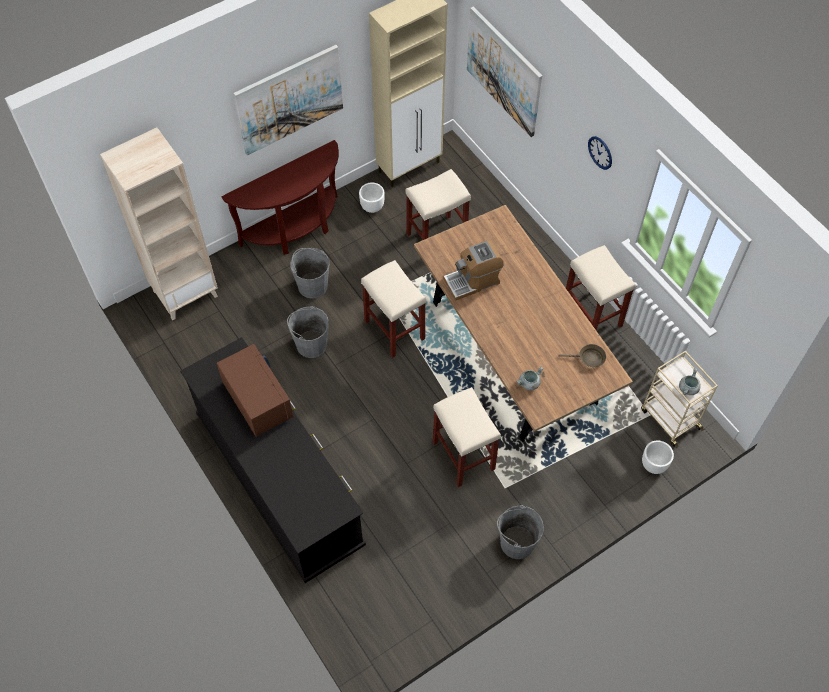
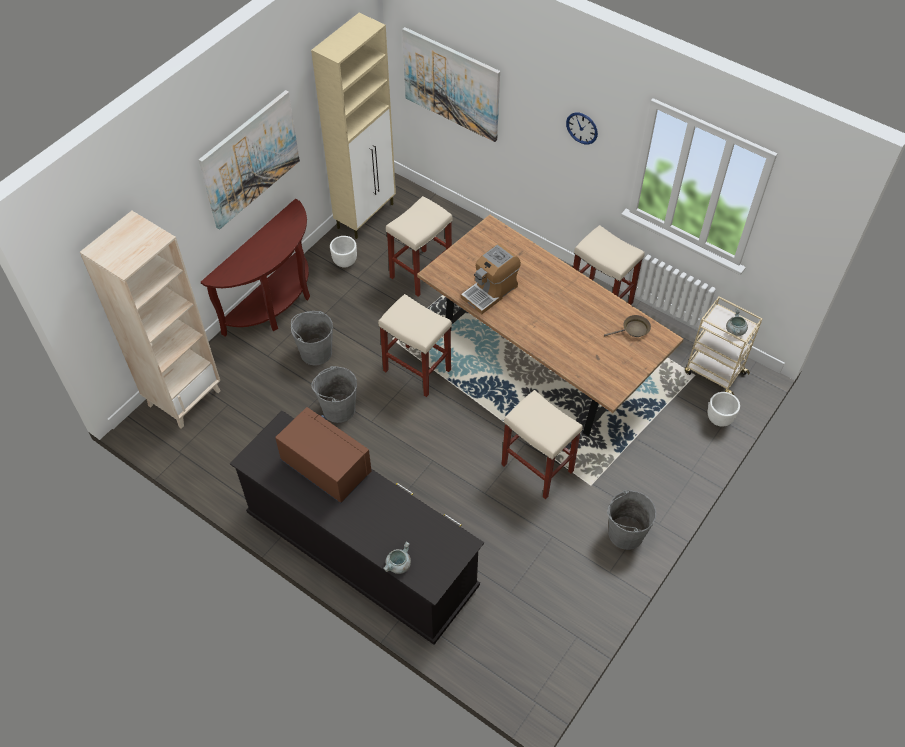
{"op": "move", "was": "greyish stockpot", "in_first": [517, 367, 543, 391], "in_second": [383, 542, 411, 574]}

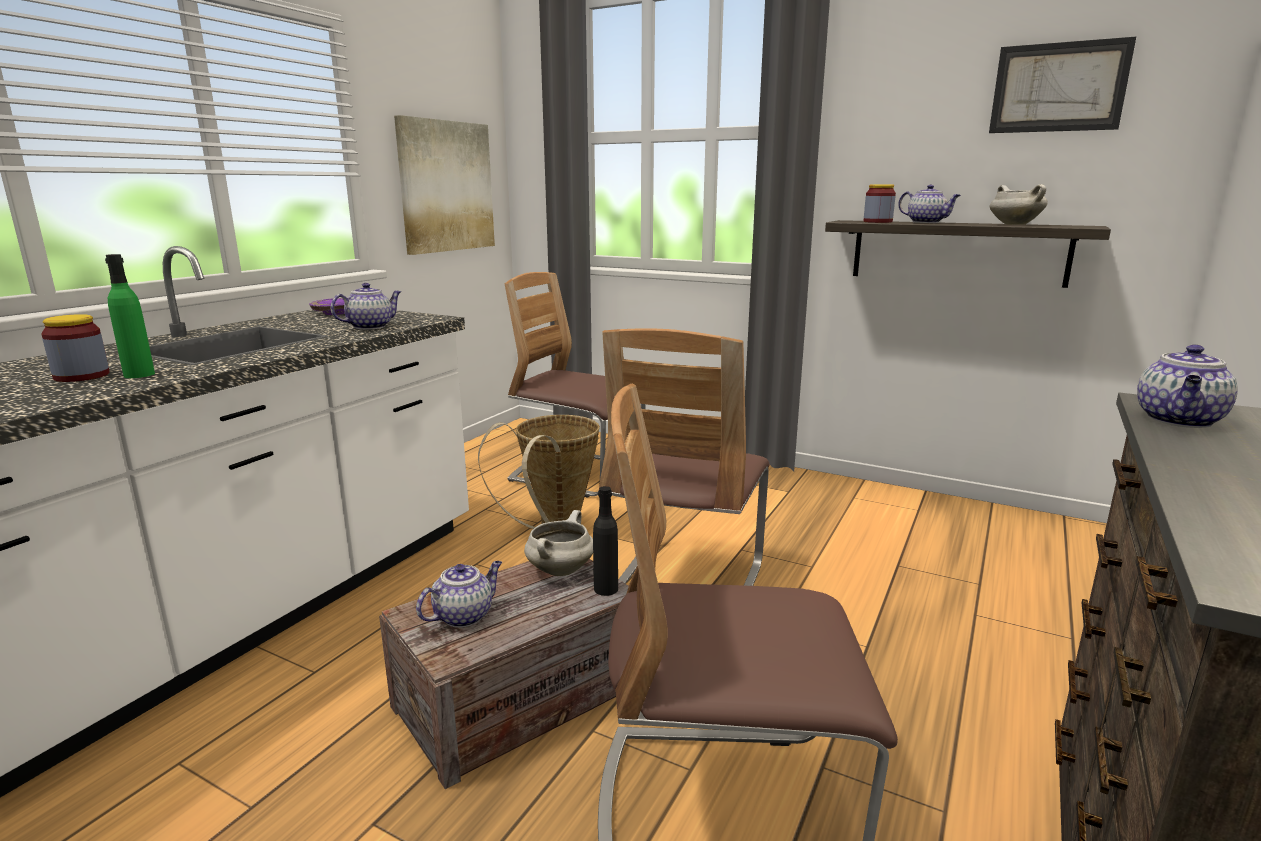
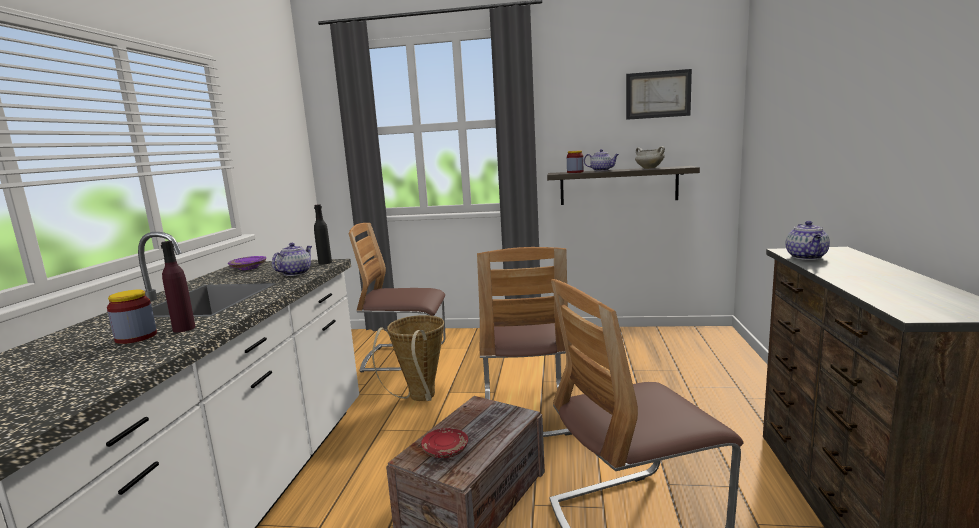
{"op": "delete", "was": "wall picture", "in_first": [394, 115, 495, 255]}
{"op": "delete", "was": "white stockpot", "in_first": [524, 510, 593, 576]}
{"op": "move", "was": "black-coloured bottle", "in_first": [593, 486, 618, 596], "in_second": [314, 204, 332, 265]}
{"op": "replace", "was": "tea pot", "now": "reddish dinner plate", "in_first": [416, 561, 502, 628], "in_second": [421, 428, 468, 458]}
{"op": "recolor", "was": "greenish bottle", "now": "purplish bottle", "in_first": [105, 254, 155, 378], "in_second": [161, 241, 195, 332]}

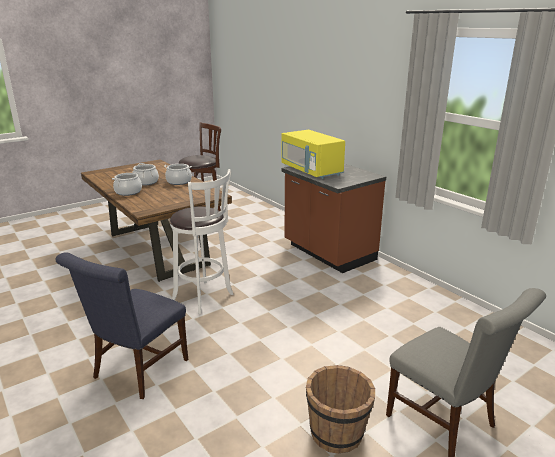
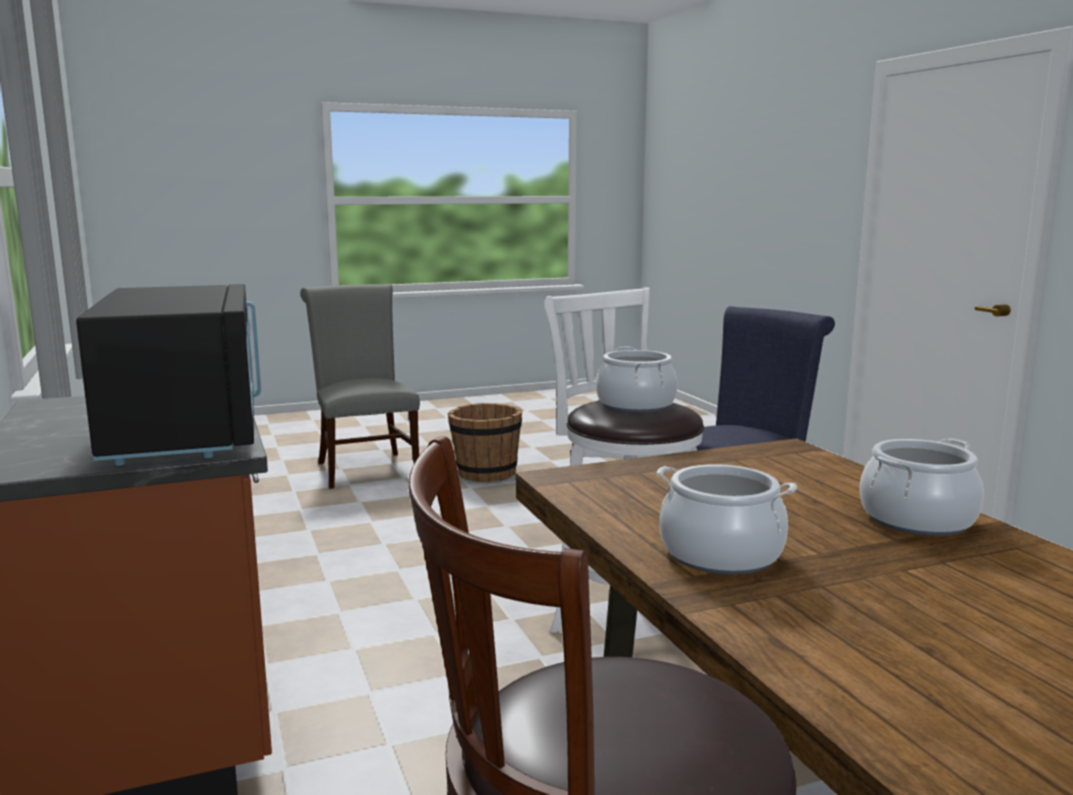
{"op": "move", "was": "stockpot", "in_first": [132, 163, 159, 186], "in_second": [596, 347, 678, 413]}
{"op": "recolor", "was": "yellowish microwave oven", "now": "black-coloured microwave oven", "in_first": [281, 129, 345, 179], "in_second": [76, 284, 261, 466]}

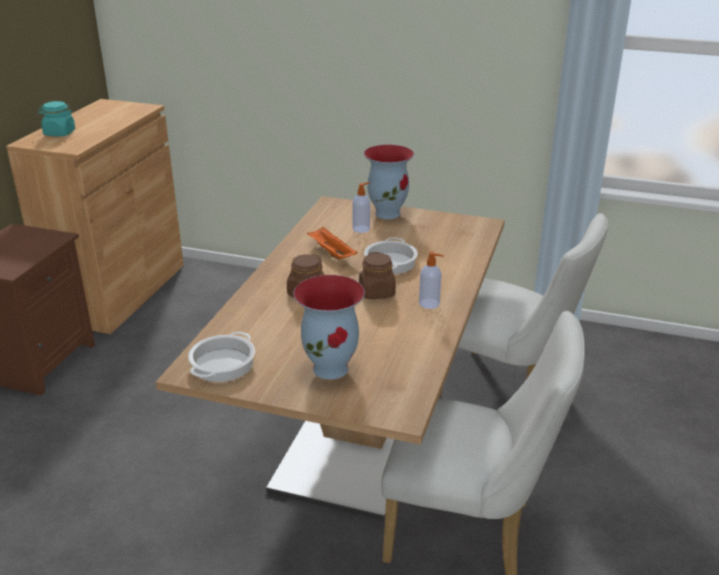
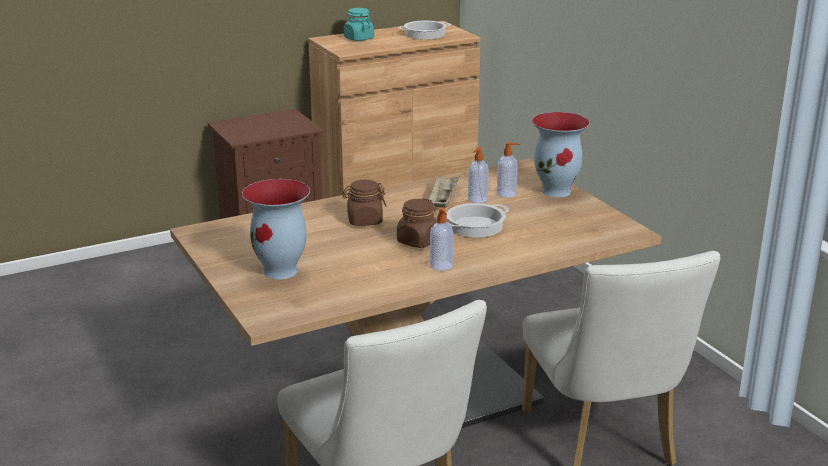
{"op": "insert", "now": "soap dispenser", "in_second": [468, 147, 489, 203]}
{"op": "move", "was": "stockpot", "in_first": [188, 332, 255, 382], "in_second": [398, 21, 451, 40]}
{"op": "recolor", "was": "orange serving tray", "now": "sand-coloured serving tray", "in_first": [307, 227, 357, 259], "in_second": [429, 175, 460, 207]}

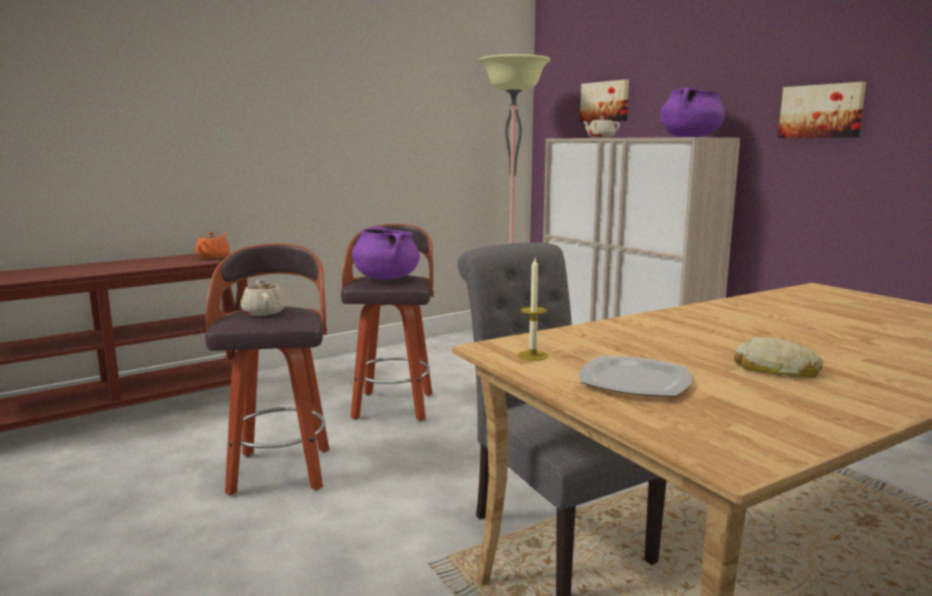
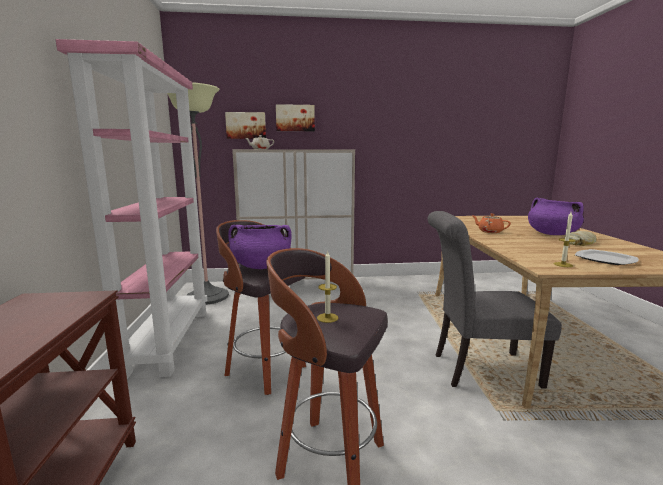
{"op": "insert", "now": "pink bookcase", "in_second": [56, 39, 207, 379]}
{"op": "move", "was": "orange tea pot", "in_first": [195, 232, 230, 258], "in_second": [473, 214, 511, 233]}
{"op": "move", "was": "purplish stockpot", "in_first": [660, 88, 725, 137], "in_second": [528, 198, 584, 235]}
{"op": "move", "was": "wall picture", "in_first": [778, 82, 866, 138], "in_second": [276, 104, 315, 131]}
{"op": "replace", "was": "sand-coloured tea pot", "now": "candle", "in_first": [241, 279, 286, 316], "in_second": [317, 250, 338, 323]}

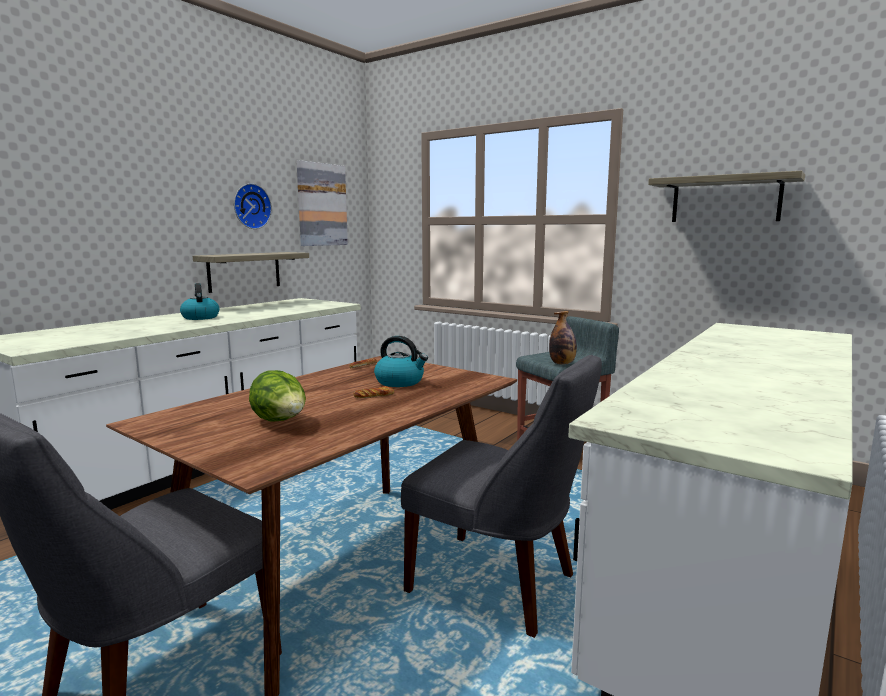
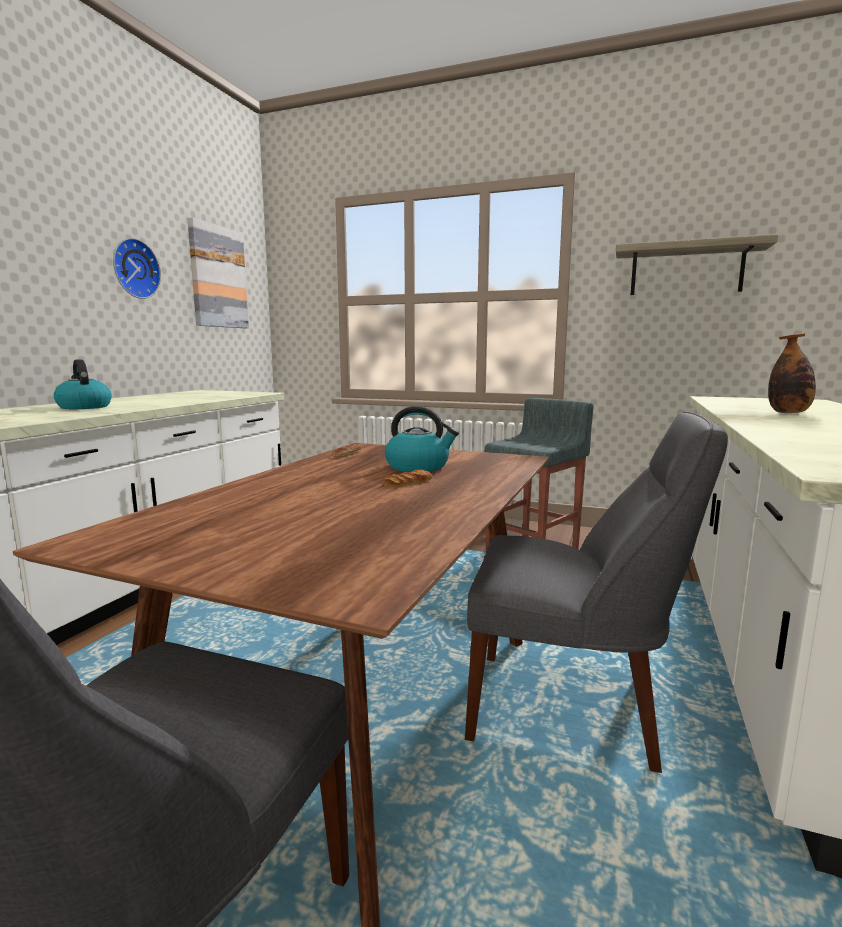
{"op": "delete", "was": "bracket shelf", "in_first": [193, 252, 309, 293]}
{"op": "delete", "was": "lettuce", "in_first": [249, 370, 306, 422]}
{"op": "move", "was": "bottle", "in_first": [549, 311, 577, 365], "in_second": [768, 333, 816, 413]}

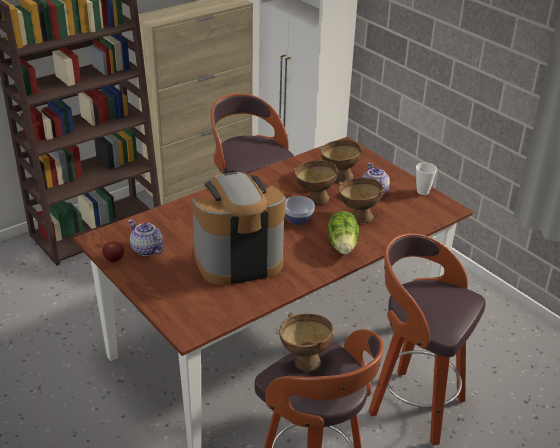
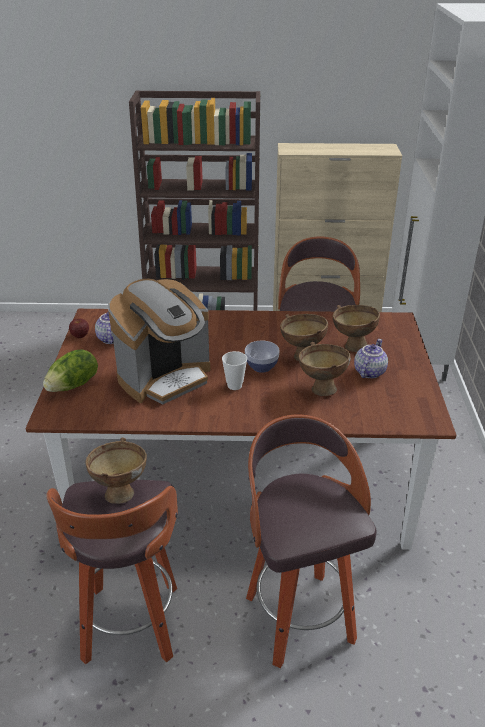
{"op": "move", "was": "lettuce", "in_first": [328, 211, 359, 255], "in_second": [43, 349, 98, 392]}
{"op": "move", "was": "cup", "in_first": [416, 163, 437, 195], "in_second": [222, 351, 247, 390]}
{"op": "rotate", "was": "coffee machine", "in_first": [192, 170, 286, 286], "in_second": [108, 279, 211, 404], "clockwise": 120}

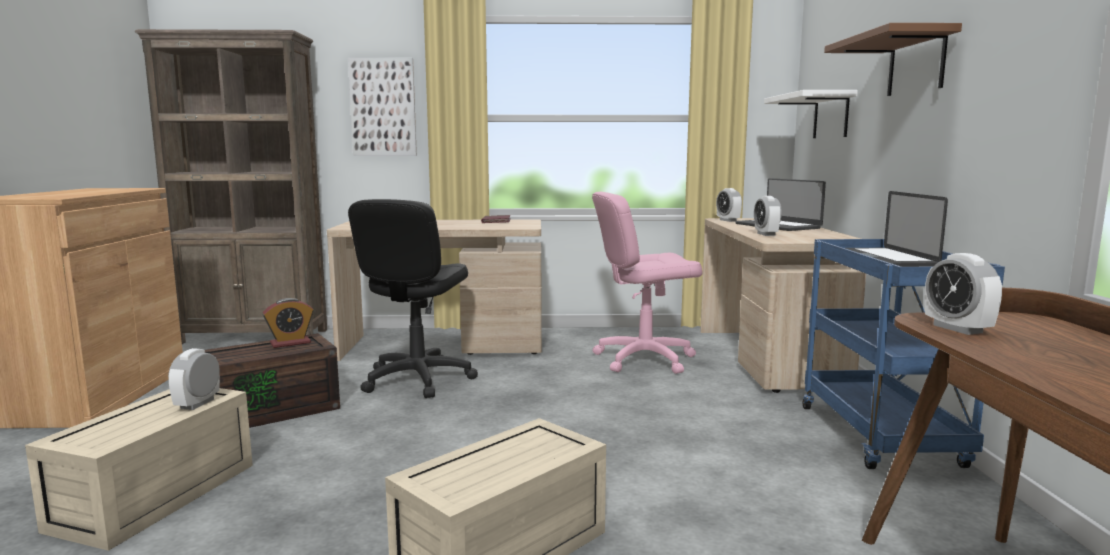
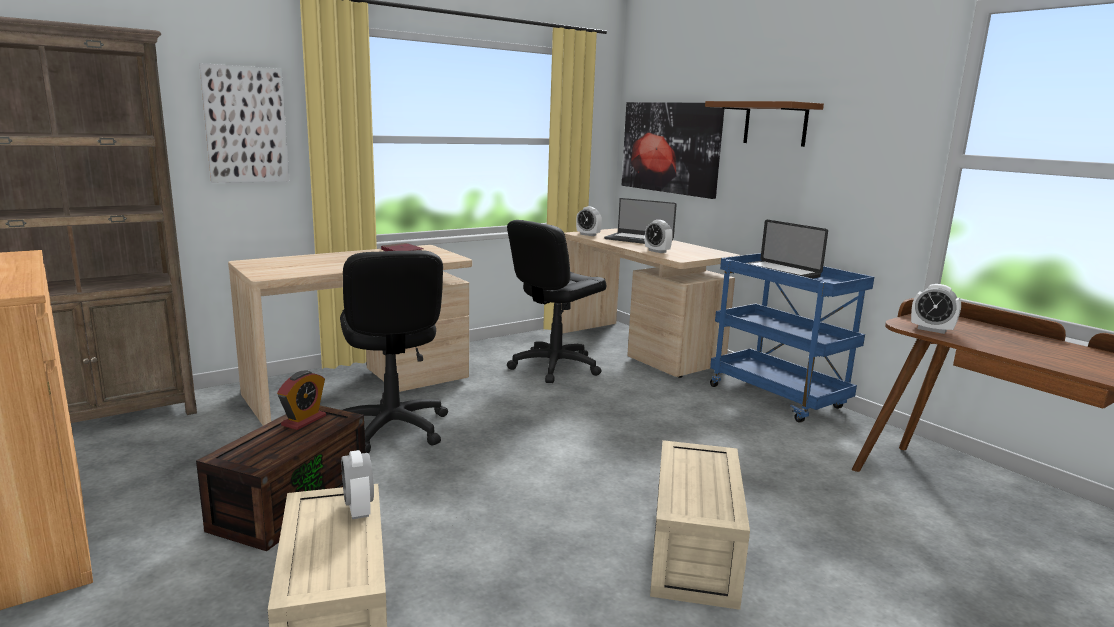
{"op": "replace", "was": "white bracket shelf", "now": "wall picture", "in_first": [764, 90, 858, 138], "in_second": [622, 102, 724, 199]}
{"op": "recolor", "was": "pink computer chair", "now": "black-coloured computer chair", "in_first": [592, 192, 703, 374], "in_second": [507, 220, 606, 383]}

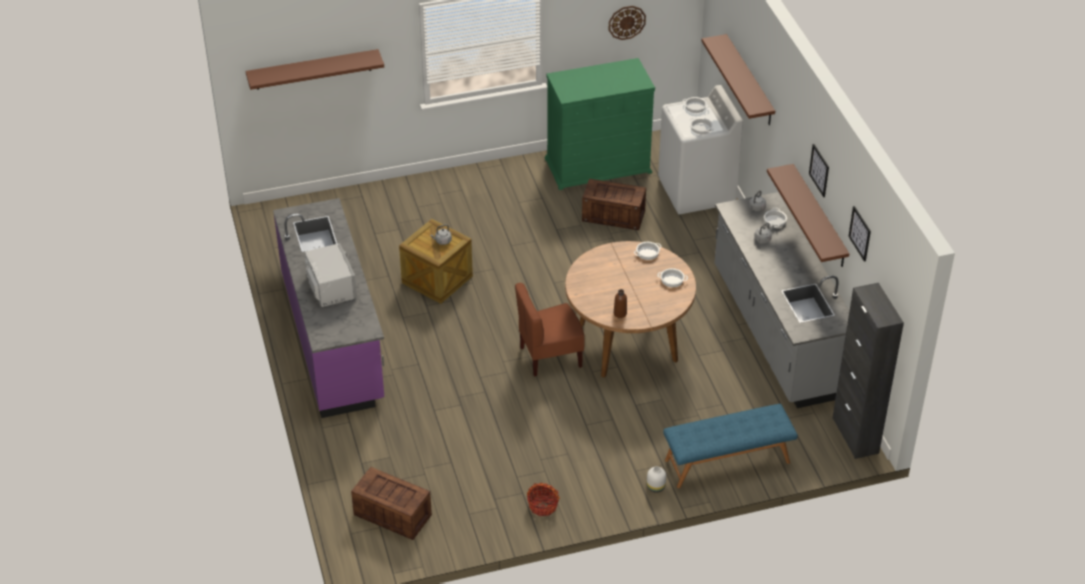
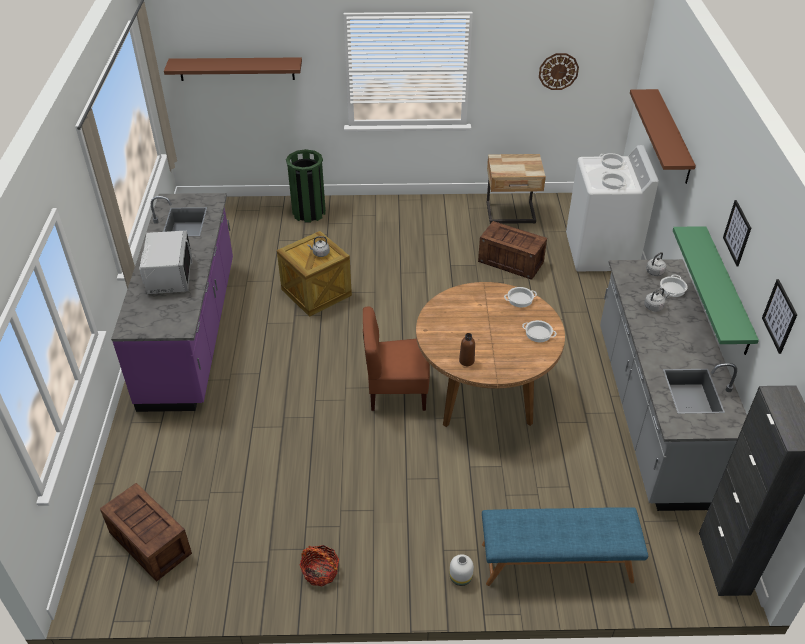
{"op": "insert", "now": "greenish trash can", "in_second": [286, 149, 326, 223]}
{"op": "replace", "was": "greenish drawer chest", "now": "sand-coloured bedside table", "in_first": [545, 58, 655, 190], "in_second": [487, 154, 546, 224]}
{"op": "recolor", "was": "brownish bracket shelf", "now": "greenish bracket shelf", "in_first": [767, 164, 850, 267], "in_second": [673, 226, 759, 355]}

